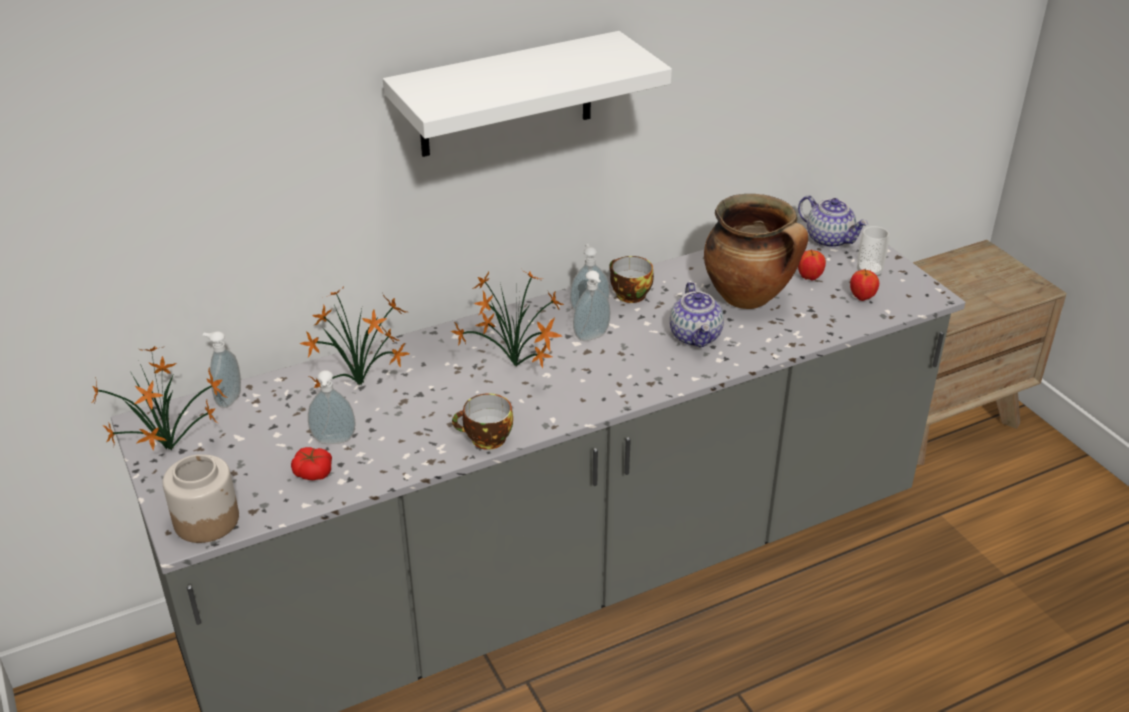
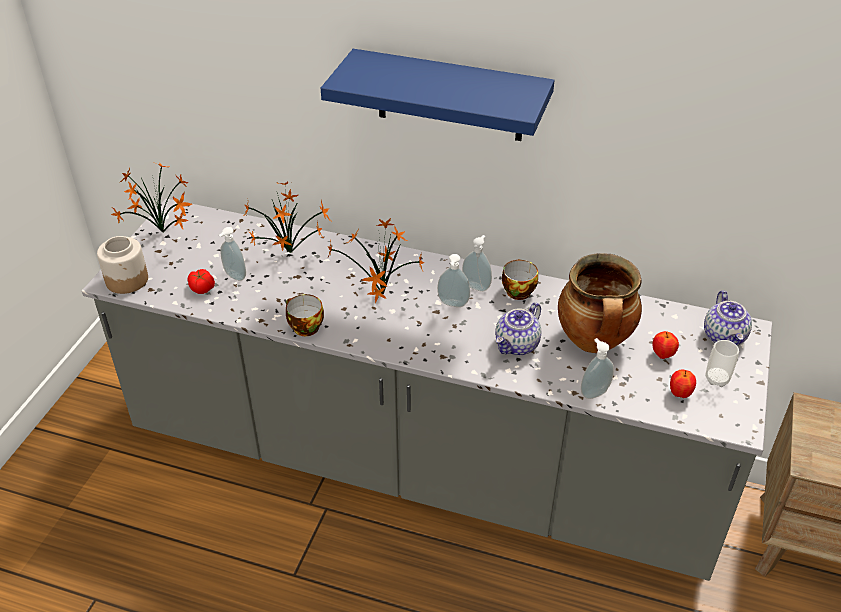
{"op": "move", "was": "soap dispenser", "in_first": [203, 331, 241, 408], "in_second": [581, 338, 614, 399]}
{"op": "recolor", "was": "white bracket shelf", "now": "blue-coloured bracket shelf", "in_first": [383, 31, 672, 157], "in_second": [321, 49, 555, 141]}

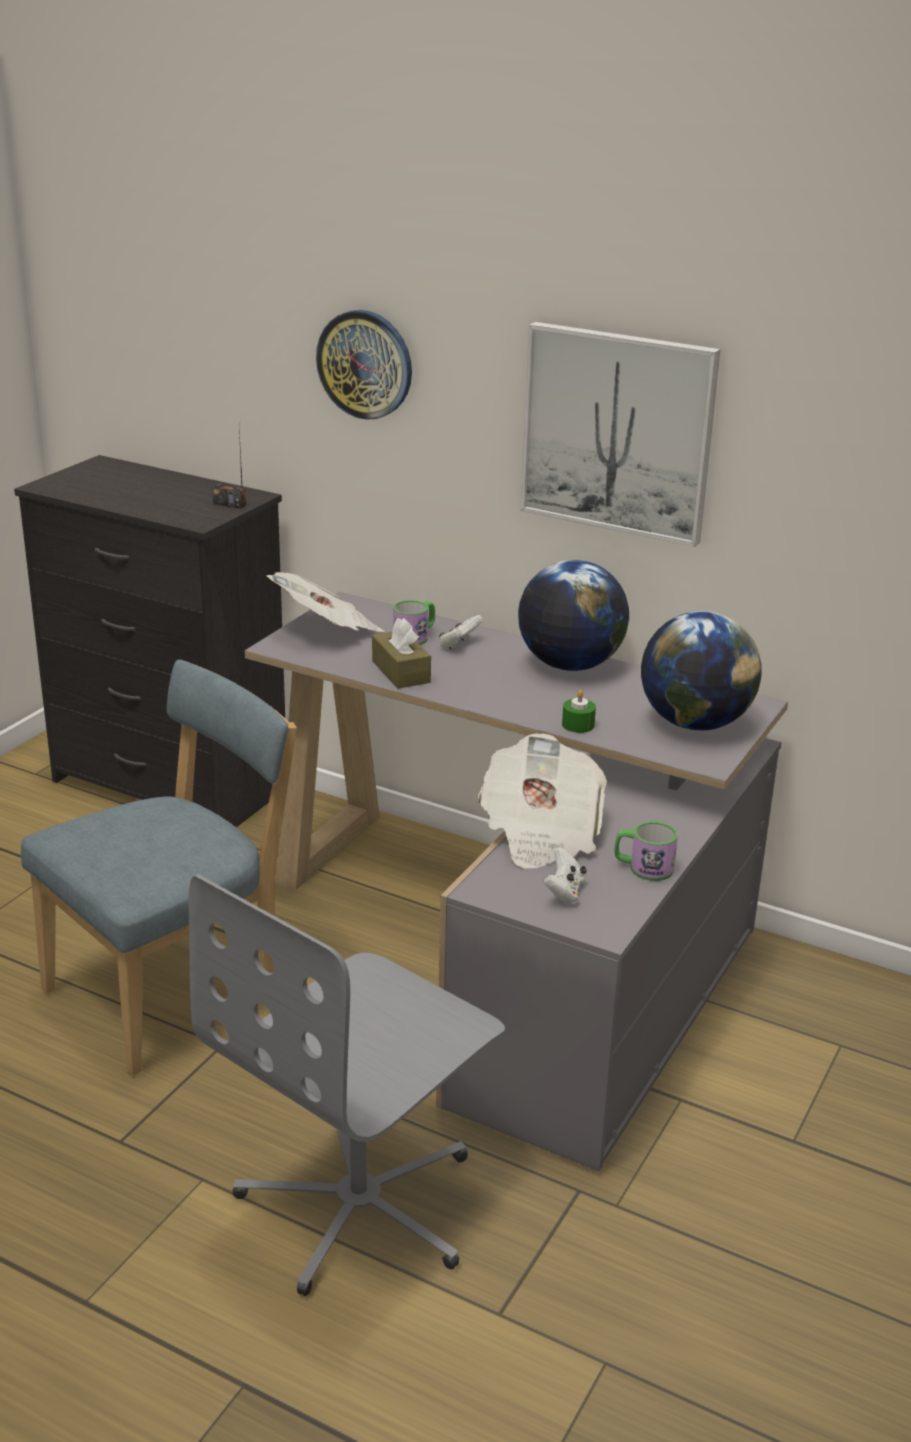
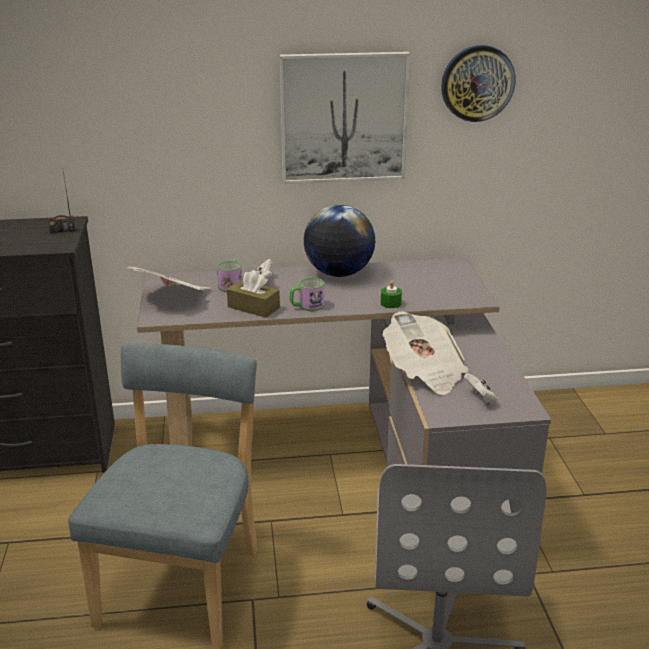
{"op": "delete", "was": "globe", "in_first": [641, 611, 762, 730]}
{"op": "move", "was": "clock on the wall", "in_first": [316, 310, 412, 420], "in_second": [441, 45, 516, 122]}
{"op": "move", "was": "tea mug", "in_first": [614, 821, 678, 881], "in_second": [290, 278, 324, 311]}

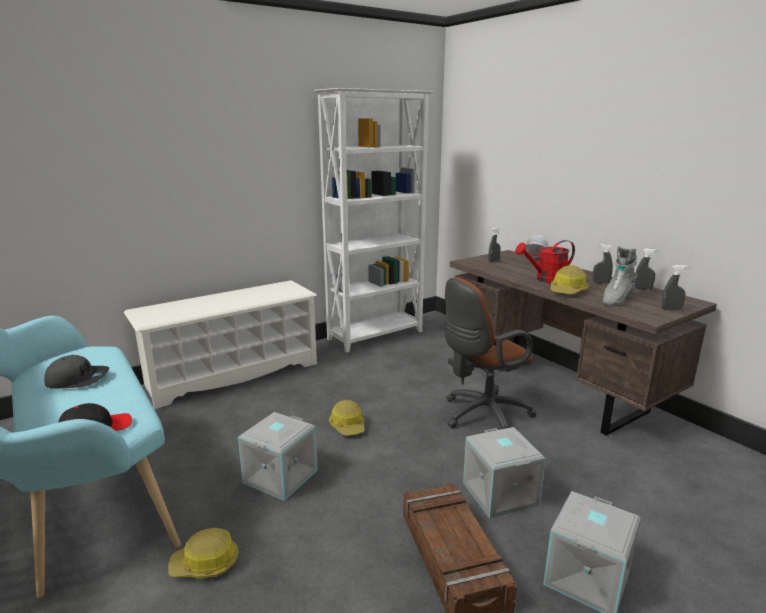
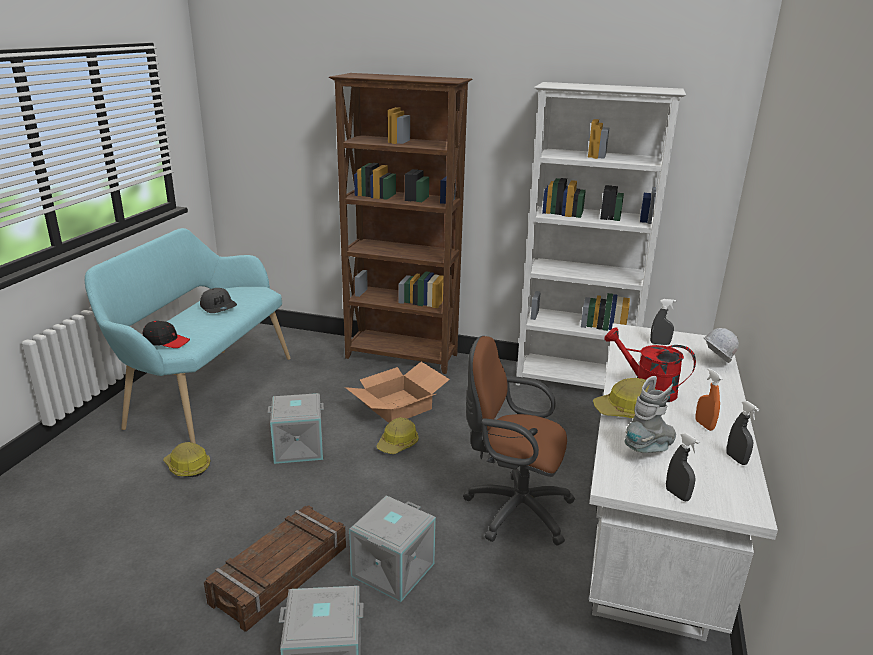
{"op": "insert", "now": "carton", "in_second": [345, 362, 450, 423]}
{"op": "replace", "was": "white shoe shelf", "now": "brownish bookcase", "in_first": [124, 280, 318, 410], "in_second": [329, 73, 472, 374]}
{"op": "recolor", "was": "brownish desk", "now": "white desk", "in_first": [450, 250, 717, 436], "in_second": [589, 323, 778, 641]}
{"op": "recolor", "was": "greyish spray bottle", "now": "orange spray bottle", "in_first": [593, 244, 613, 284], "in_second": [695, 368, 722, 431]}
{"op": "rotate", "was": "greyish tall boot", "in_first": [603, 246, 637, 306], "in_second": [624, 376, 676, 453], "clockwise": 135}

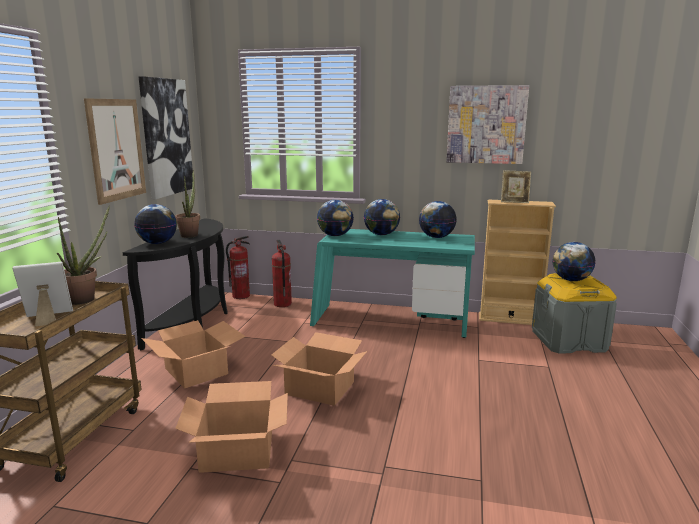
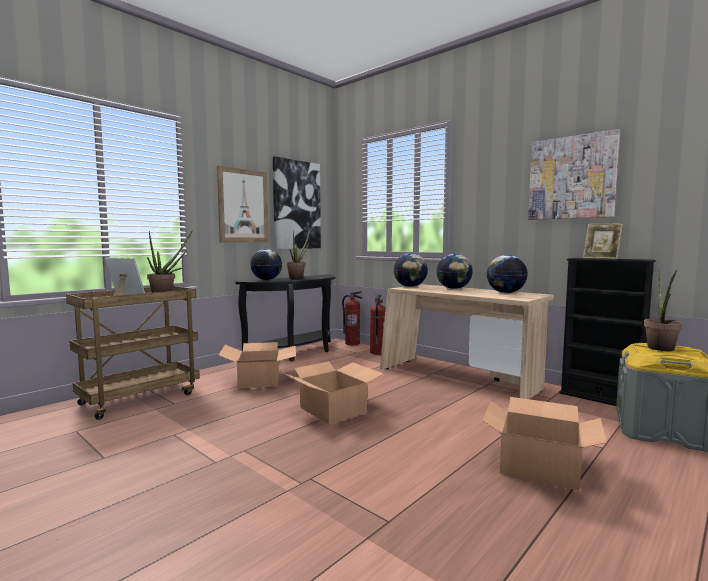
{"op": "move", "was": "carton", "in_first": [175, 381, 288, 473], "in_second": [483, 397, 607, 491]}
{"op": "replace", "was": "globe", "now": "potted plant", "in_first": [553, 242, 595, 281], "in_second": [644, 268, 683, 351]}
{"op": "recolor", "was": "turquoise desk", "now": "sand-coloured desk", "in_first": [310, 229, 475, 338], "in_second": [380, 284, 554, 399]}
{"op": "recolor", "was": "sand-coloured bookcase", "now": "black-coloured bookcase", "in_first": [479, 200, 556, 325], "in_second": [559, 258, 656, 406]}

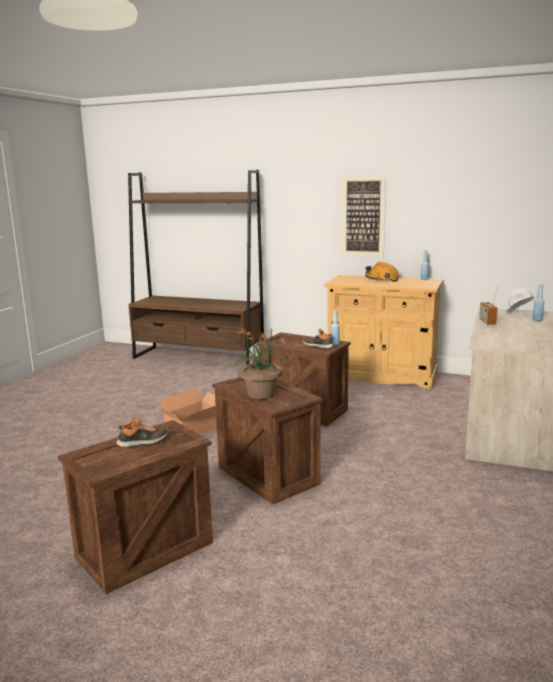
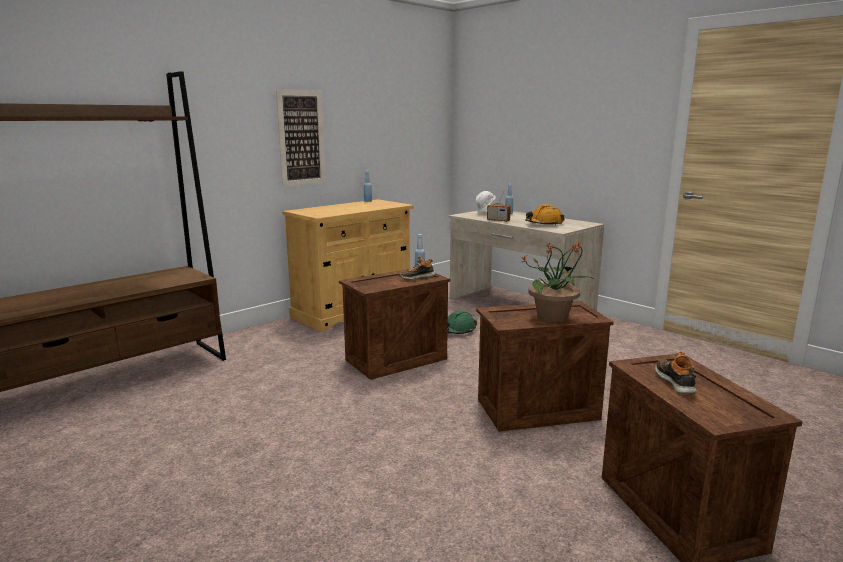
{"op": "delete", "was": "carton", "in_first": [159, 388, 217, 434]}
{"op": "insert", "now": "greenish hard hat", "in_second": [447, 311, 477, 334]}
{"op": "move", "was": "orange hard hat", "in_first": [365, 262, 399, 282], "in_second": [525, 204, 565, 225]}

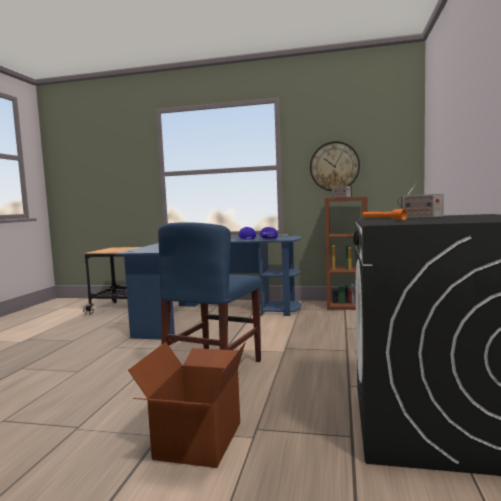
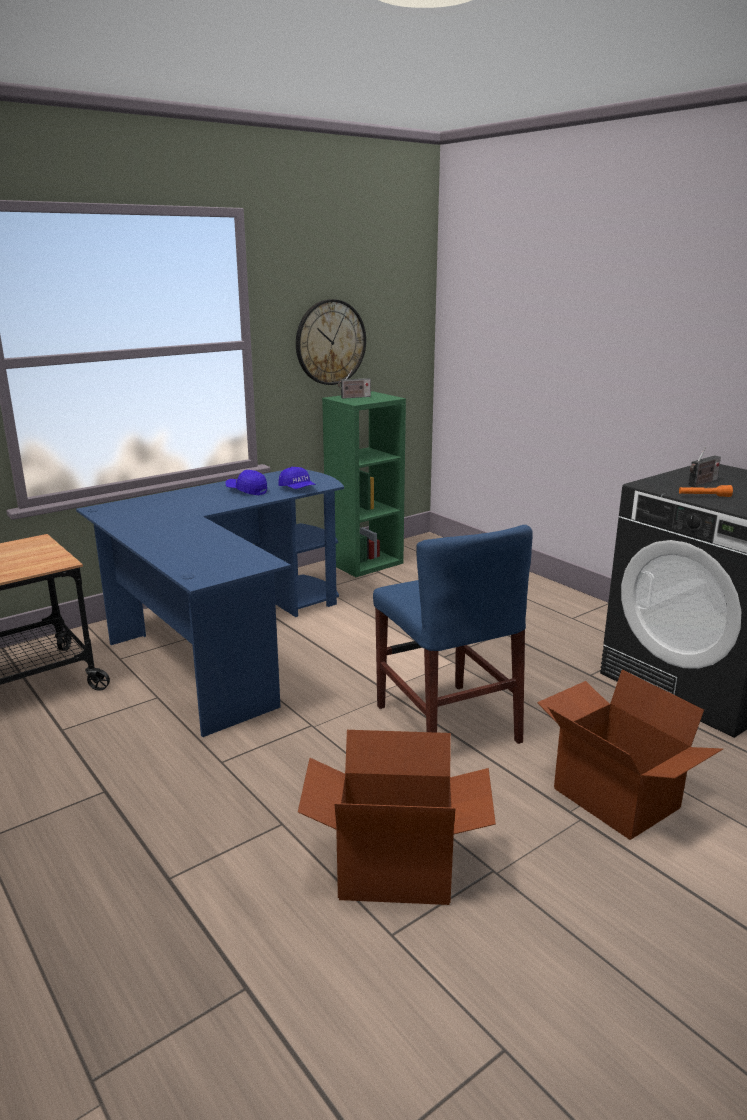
{"op": "insert", "now": "carton", "in_second": [298, 730, 496, 905]}
{"op": "recolor", "was": "brownish bookcase", "now": "greenish bookcase", "in_first": [325, 197, 368, 310], "in_second": [322, 391, 406, 577]}

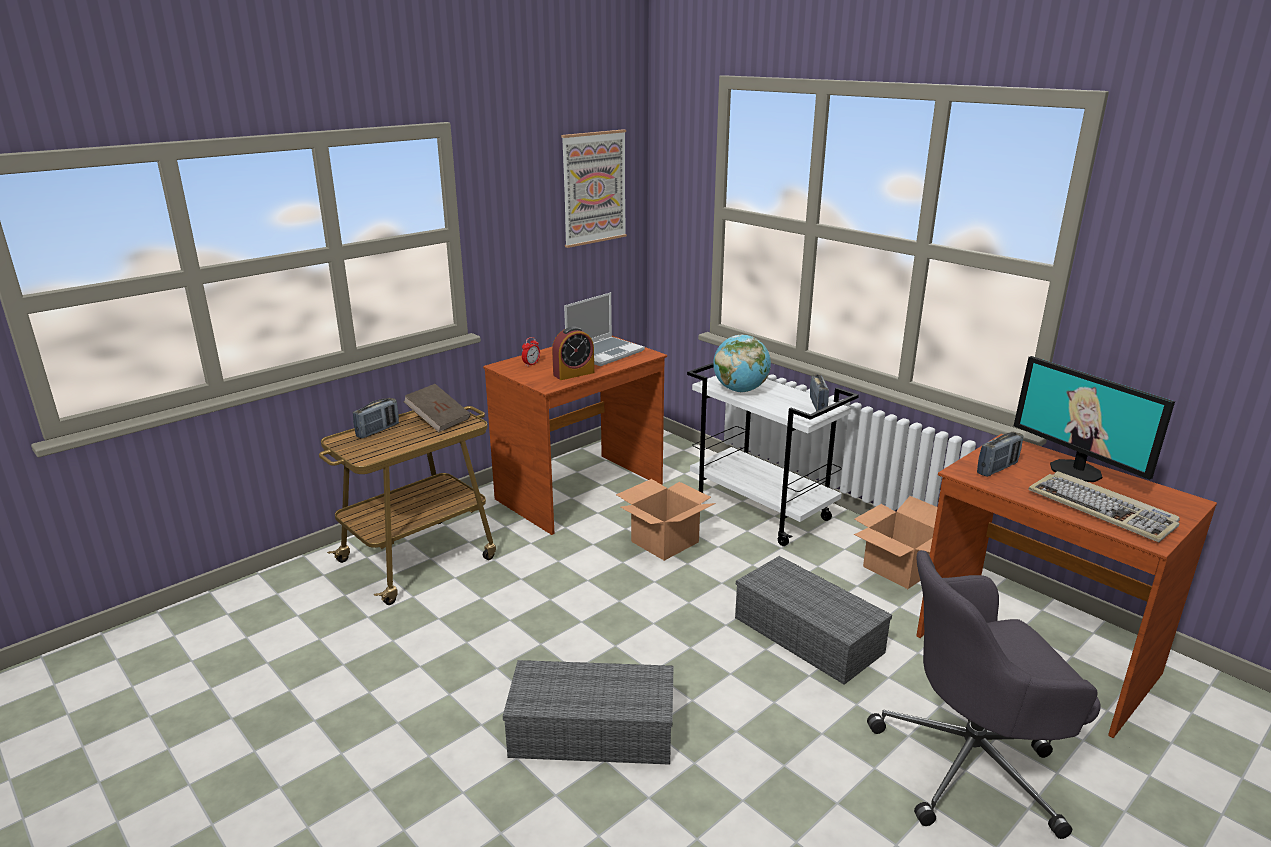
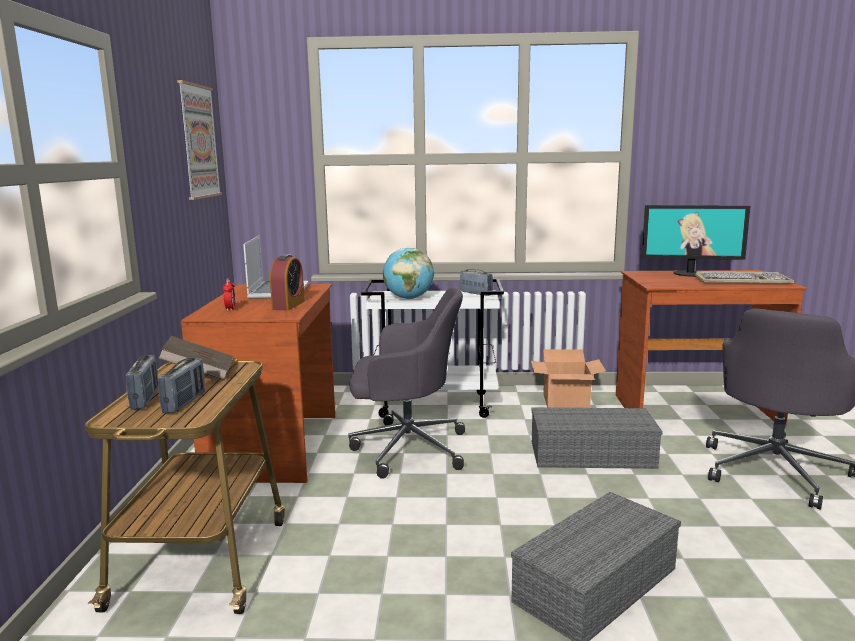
{"op": "move", "was": "radio set", "in_first": [977, 432, 1023, 477], "in_second": [158, 358, 205, 413]}
{"op": "replace", "was": "carton", "now": "greyish computer chair", "in_first": [616, 479, 716, 561], "in_second": [349, 287, 465, 479]}

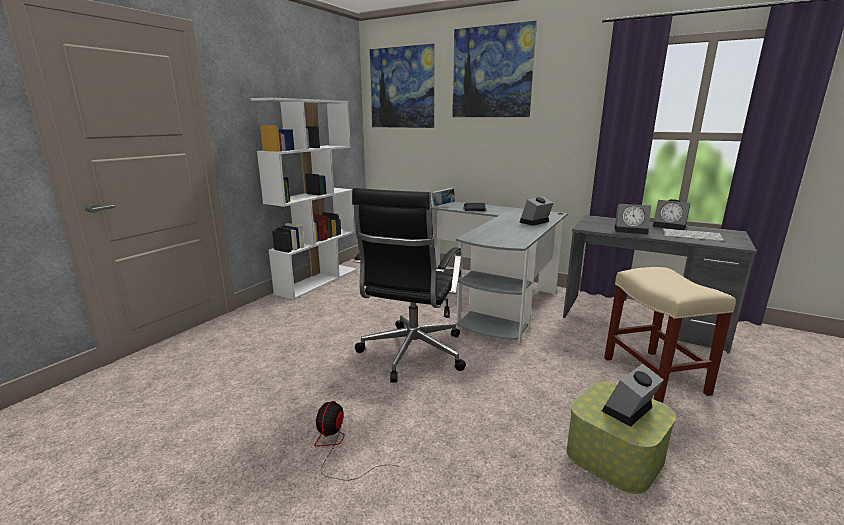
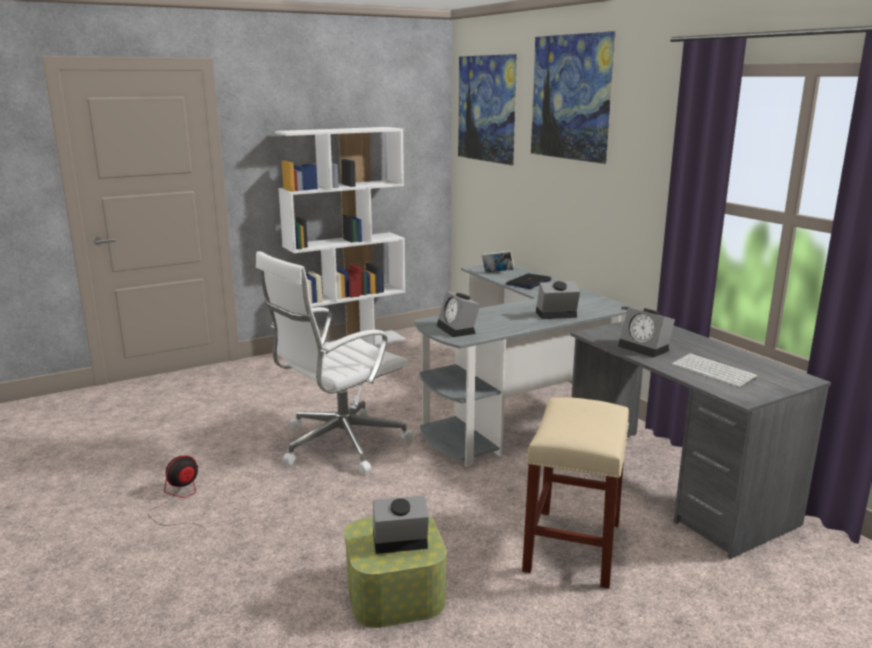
{"op": "move", "was": "bedside clock", "in_first": [653, 199, 690, 230], "in_second": [437, 291, 480, 337]}
{"op": "recolor", "was": "black-coloured computer chair", "now": "white computer chair", "in_first": [352, 188, 466, 383], "in_second": [256, 251, 414, 474]}

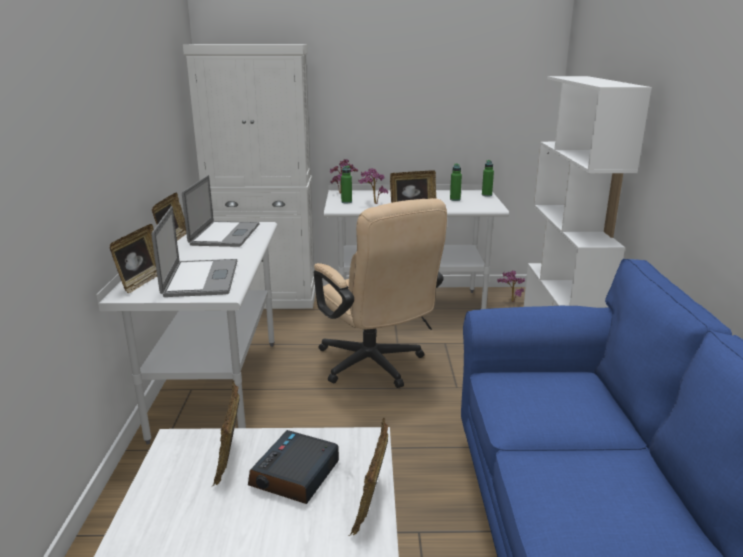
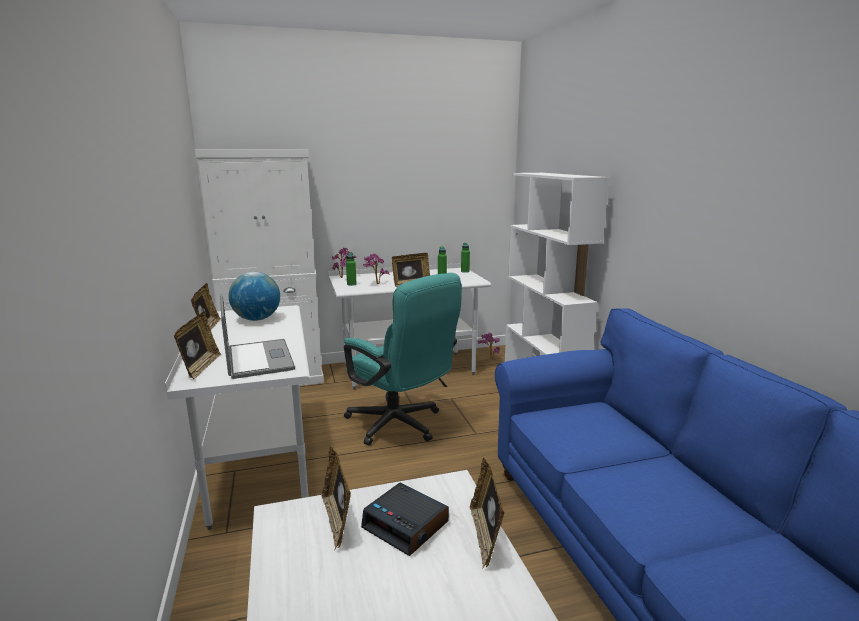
{"op": "replace", "was": "portable computer", "now": "globe", "in_first": [182, 175, 260, 247], "in_second": [229, 272, 280, 321]}
{"op": "recolor", "was": "sand-coloured computer chair", "now": "turquoise computer chair", "in_first": [314, 198, 447, 388], "in_second": [344, 273, 462, 446]}
{"op": "rotate", "was": "bedside clock", "in_first": [248, 430, 339, 504], "in_second": [361, 483, 449, 556], "clockwise": -60}

